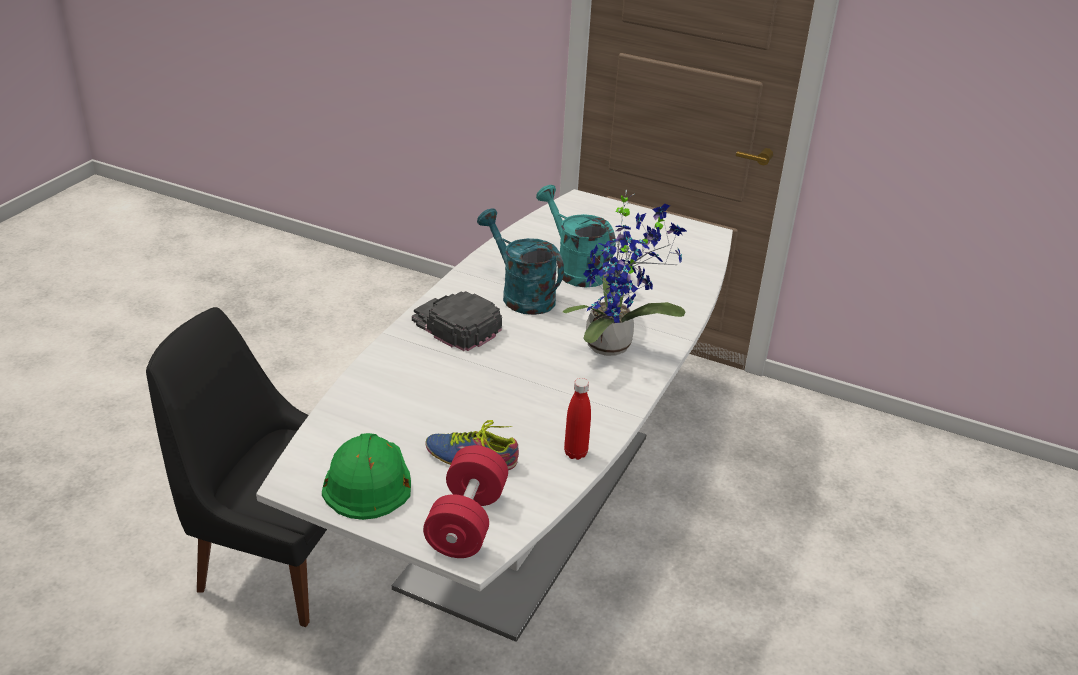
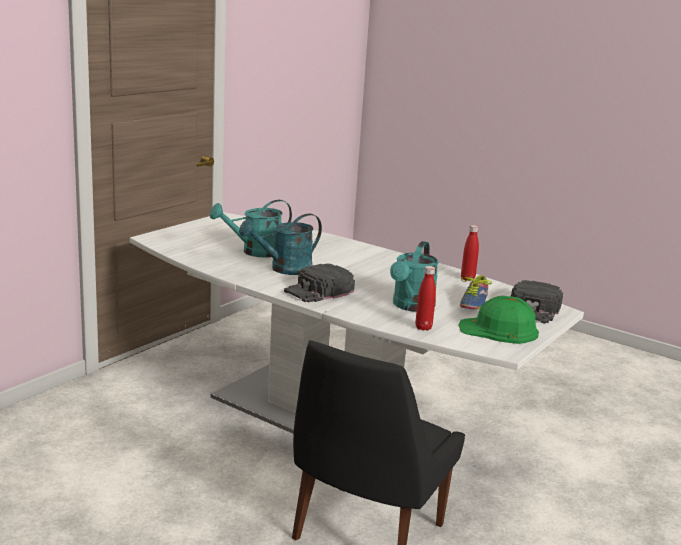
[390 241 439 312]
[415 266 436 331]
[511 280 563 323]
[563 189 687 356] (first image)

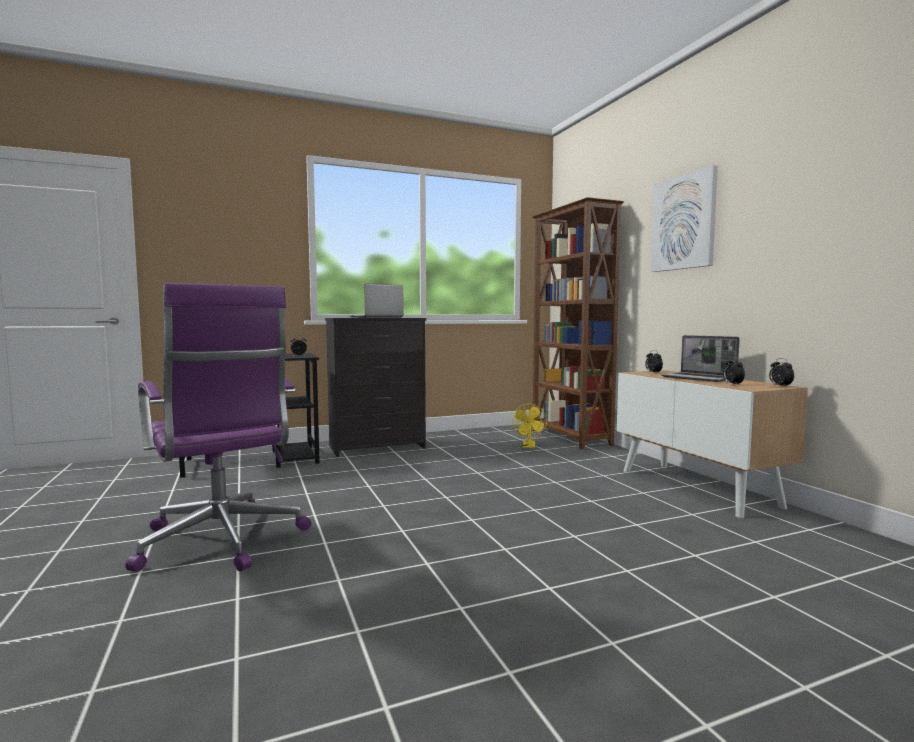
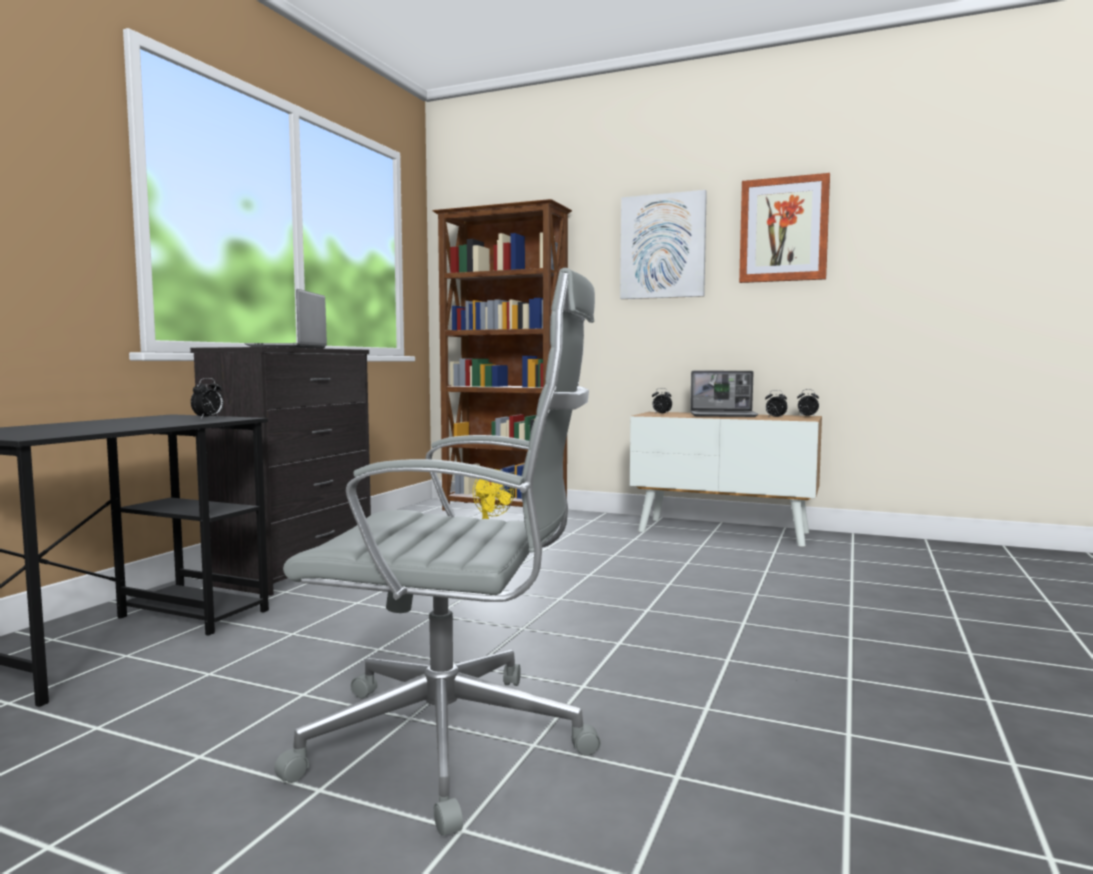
[274 268 601 835]
[739 173 830 283]

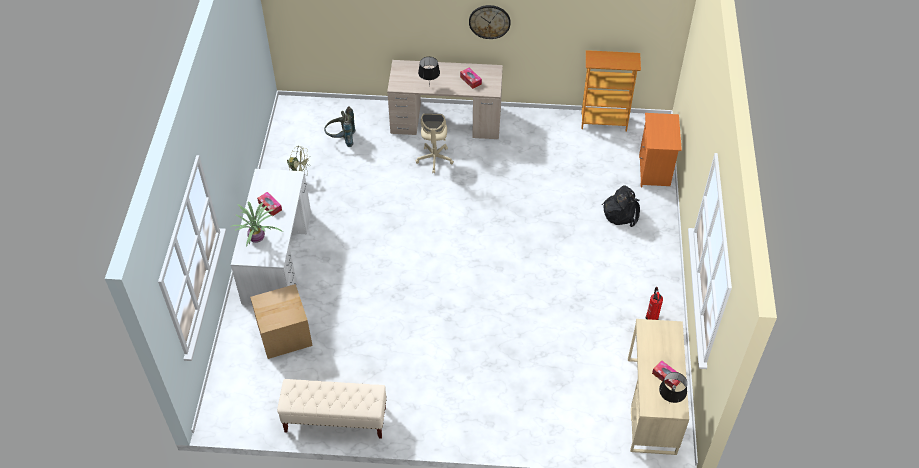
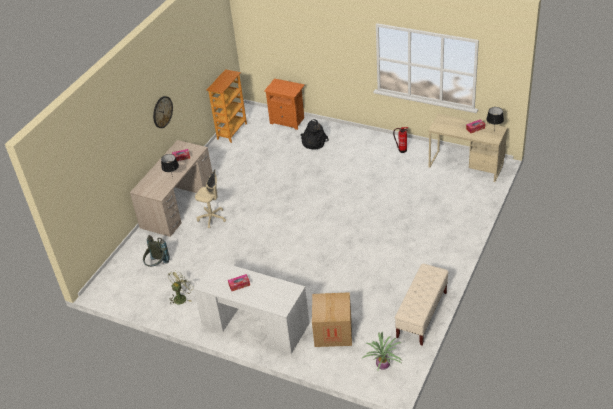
[362 332 403 370]

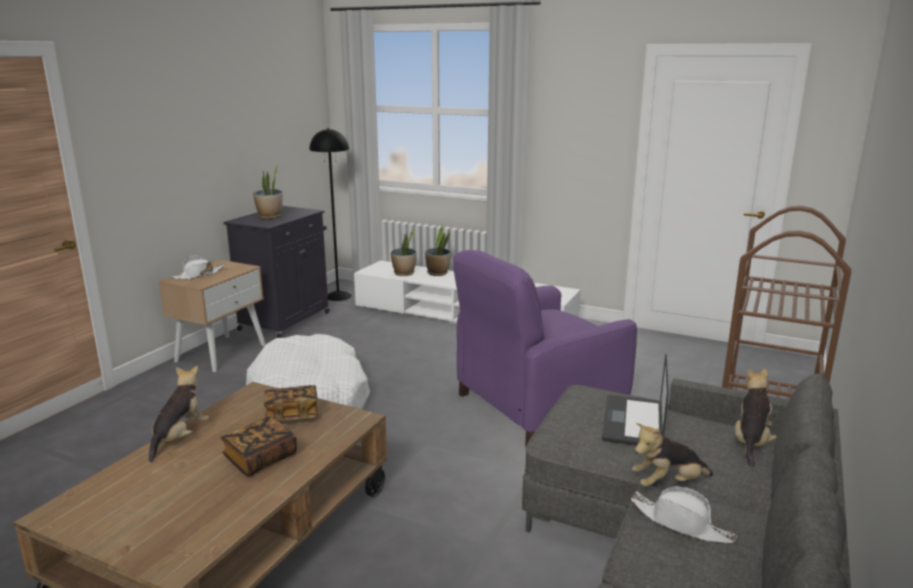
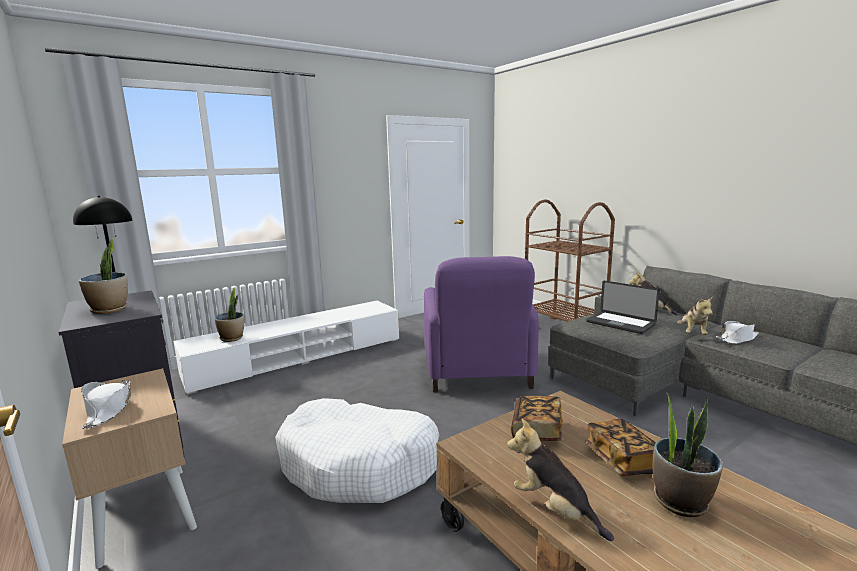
[653 391 723 517]

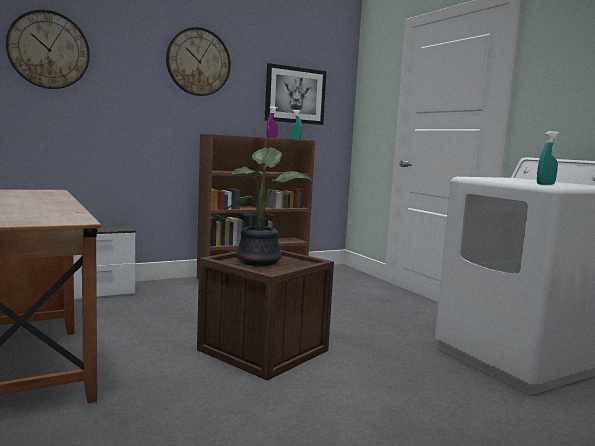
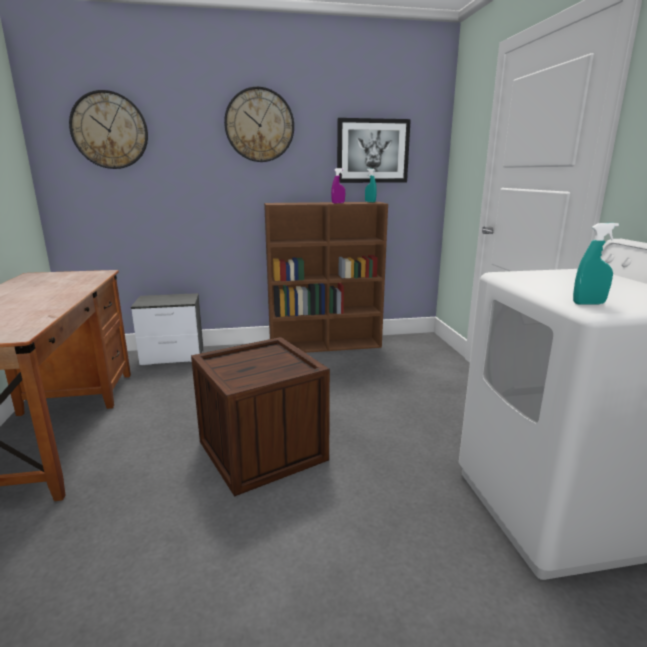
[225 147 312 266] (first image)

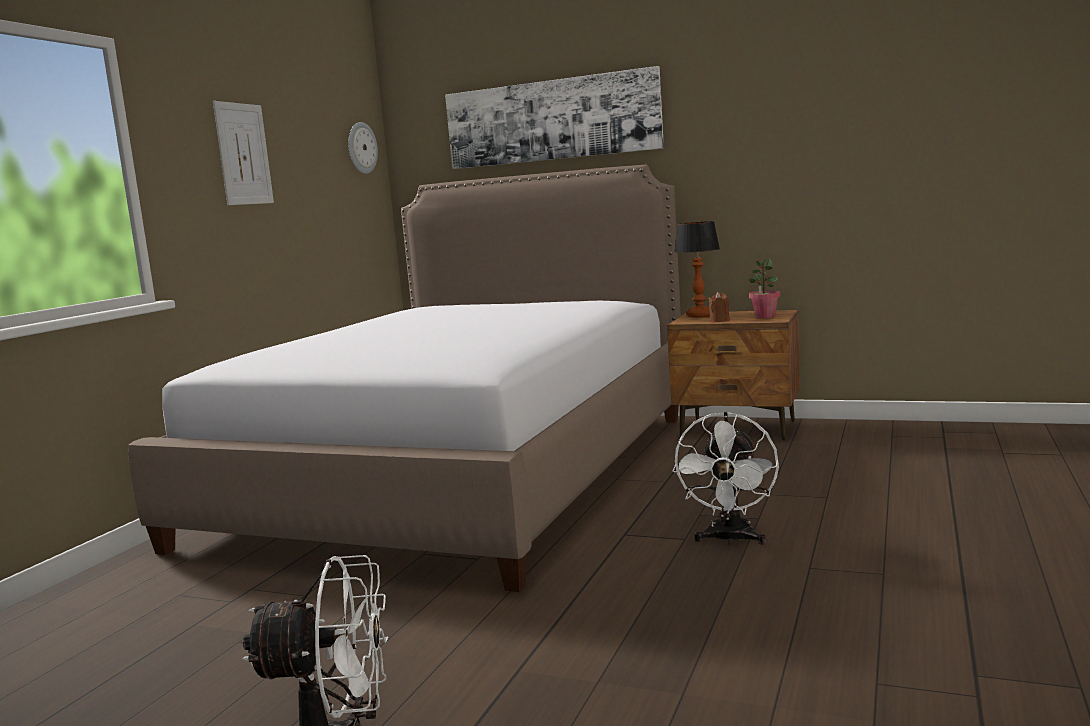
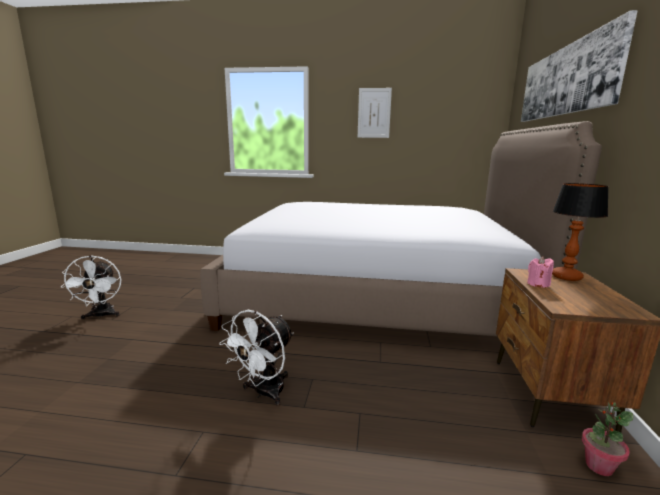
[219 310 294 406]
[527 257 554 287]
[582 402 633 476]
[348 122 378 174] (first image)

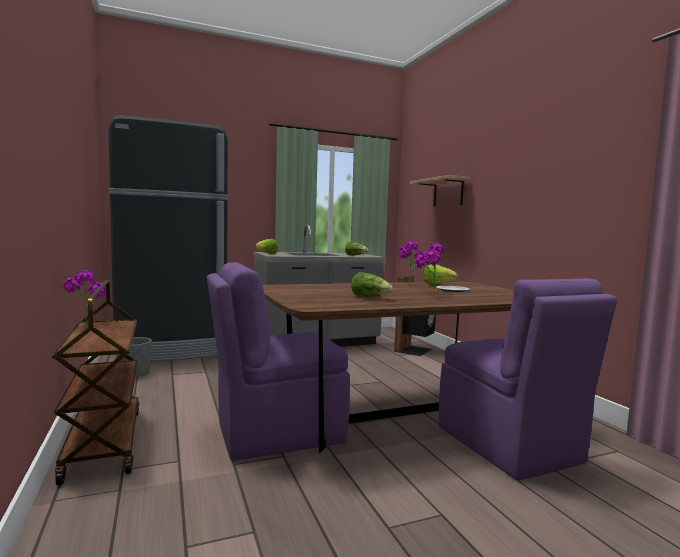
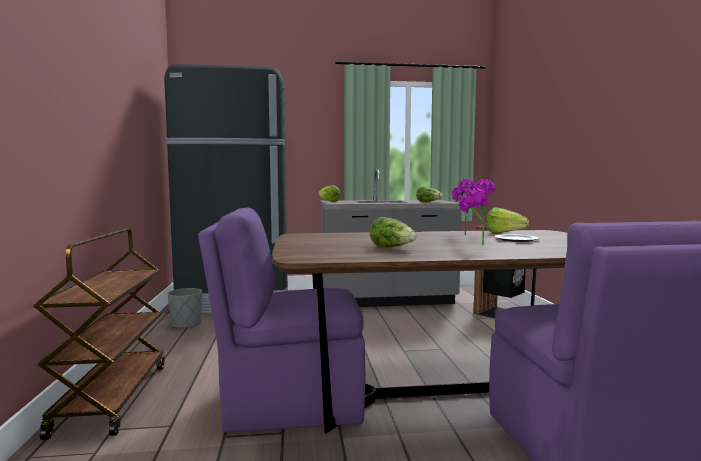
[63 270 107 326] (first image)
[410 175 470 207] (first image)

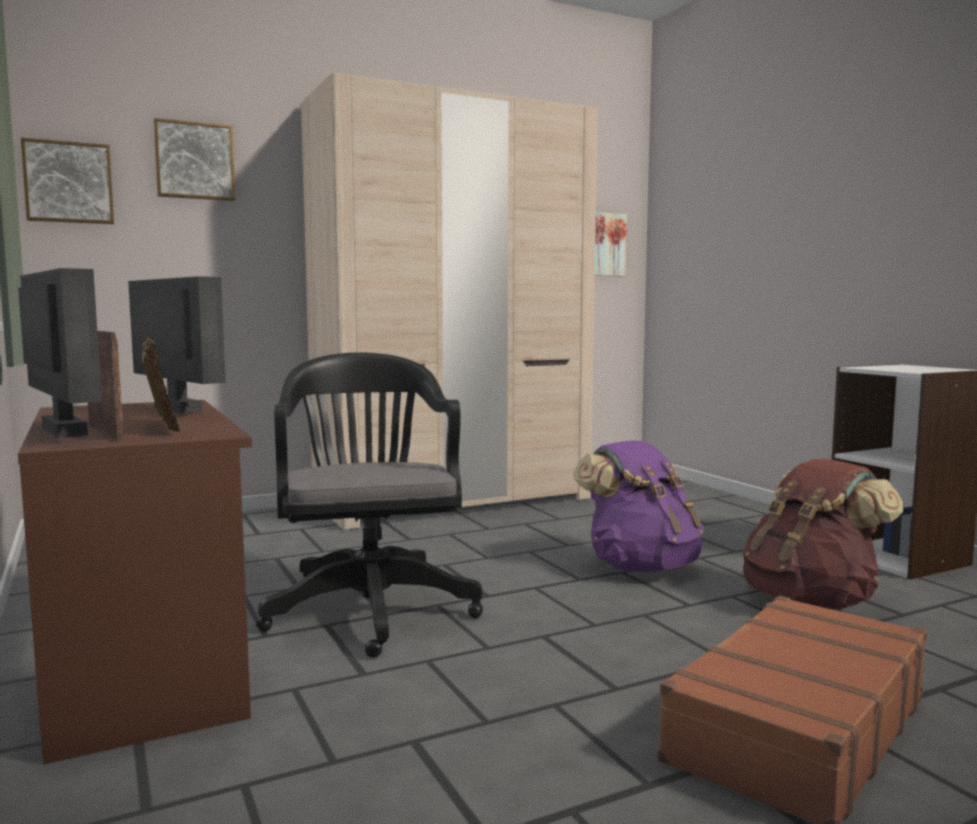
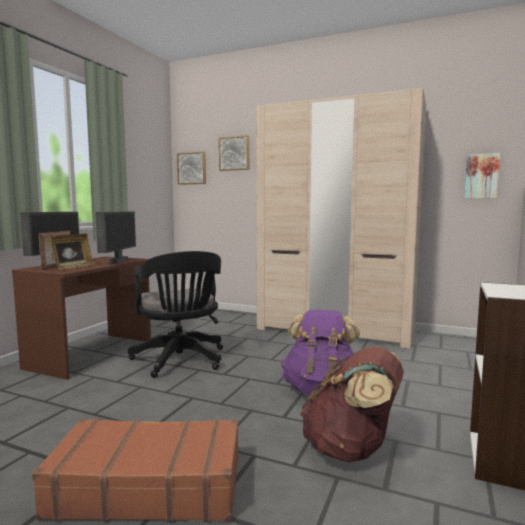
[128 251 223 378]

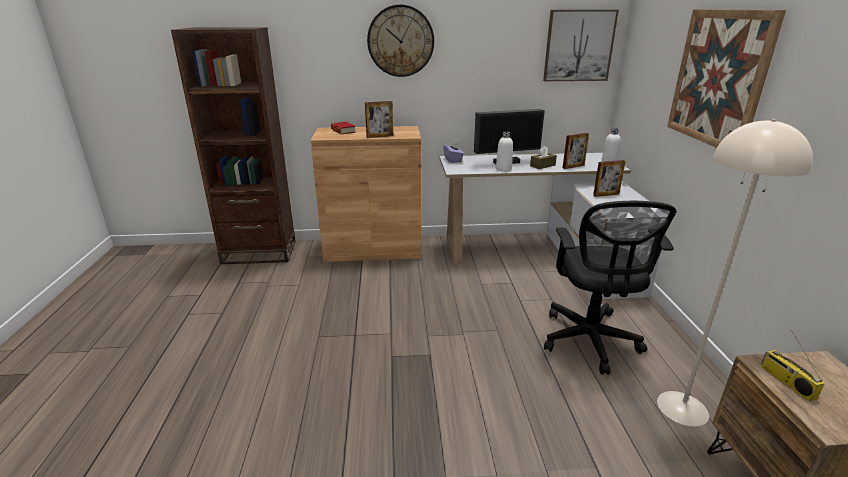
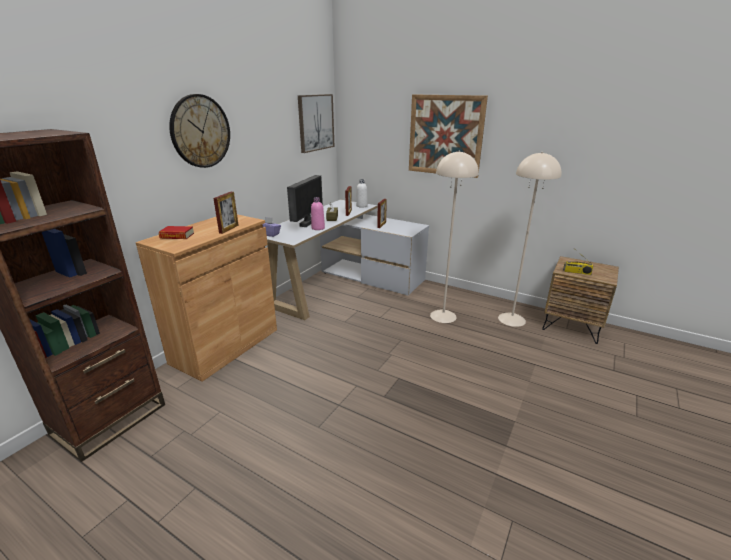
[311 197 325 230]
[430 151 479 323]

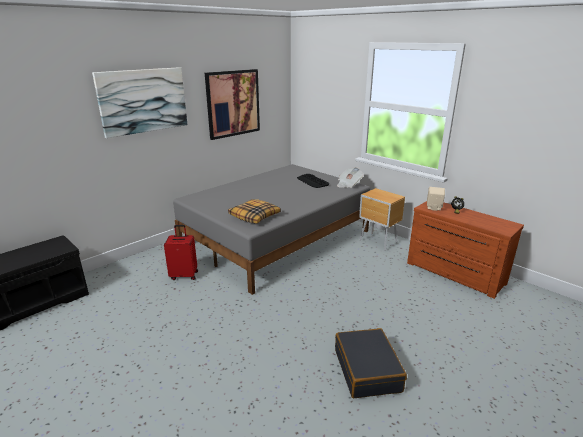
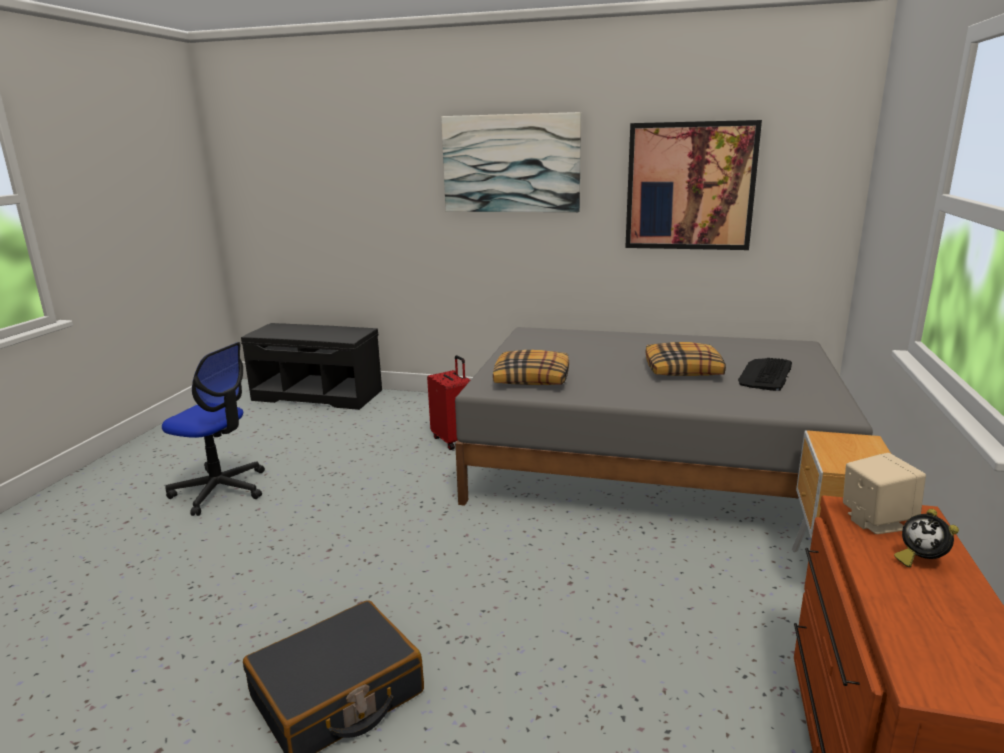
[162 342 265 516]
[646 342 726 376]
[337 167 363 188] (first image)

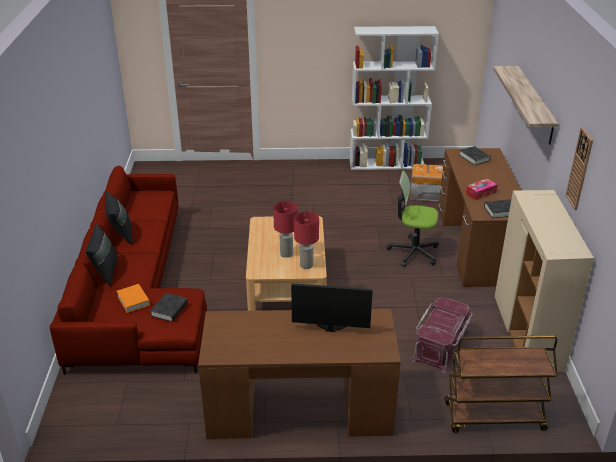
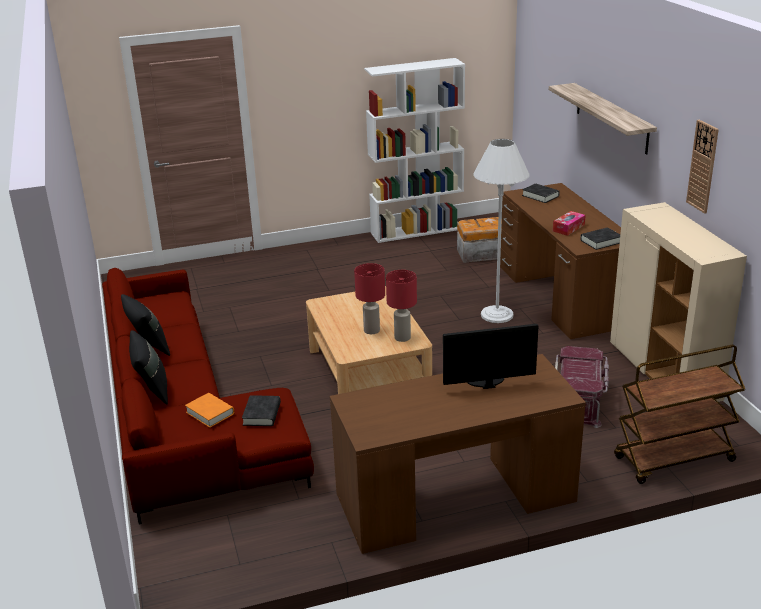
[473 139 530 323]

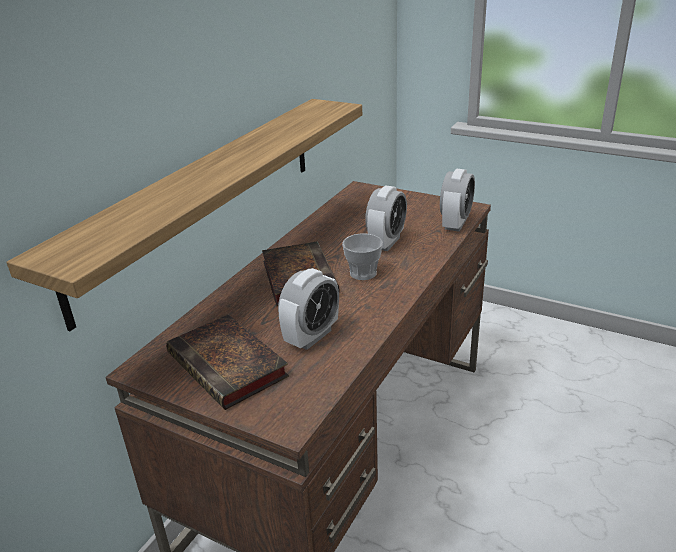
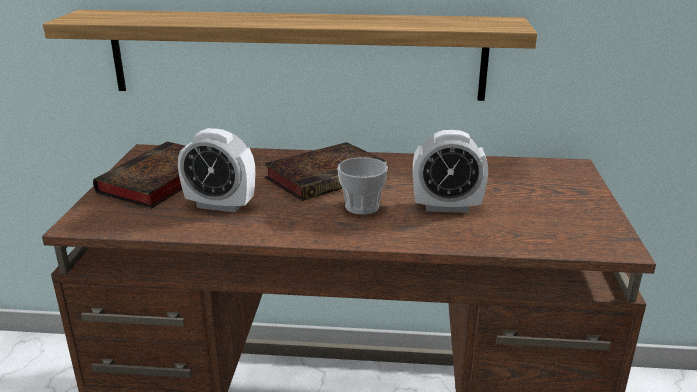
[440 168 475 232] (first image)

